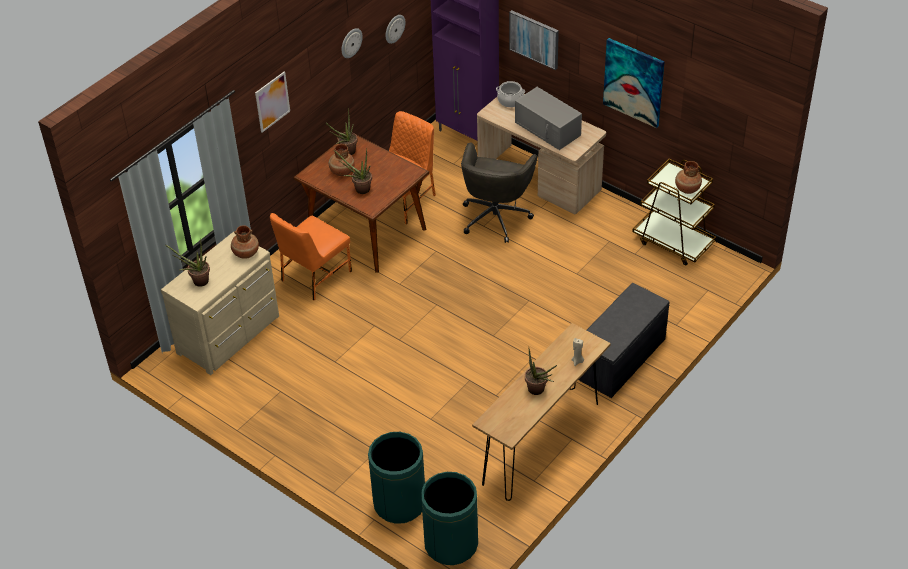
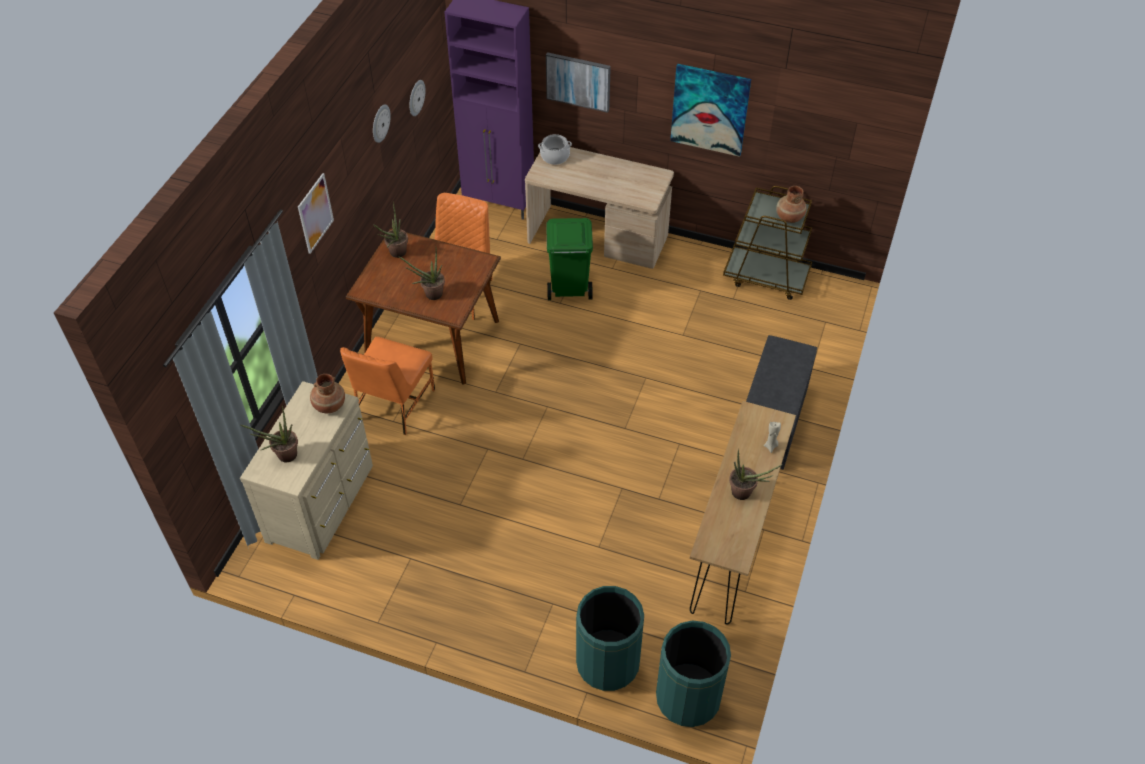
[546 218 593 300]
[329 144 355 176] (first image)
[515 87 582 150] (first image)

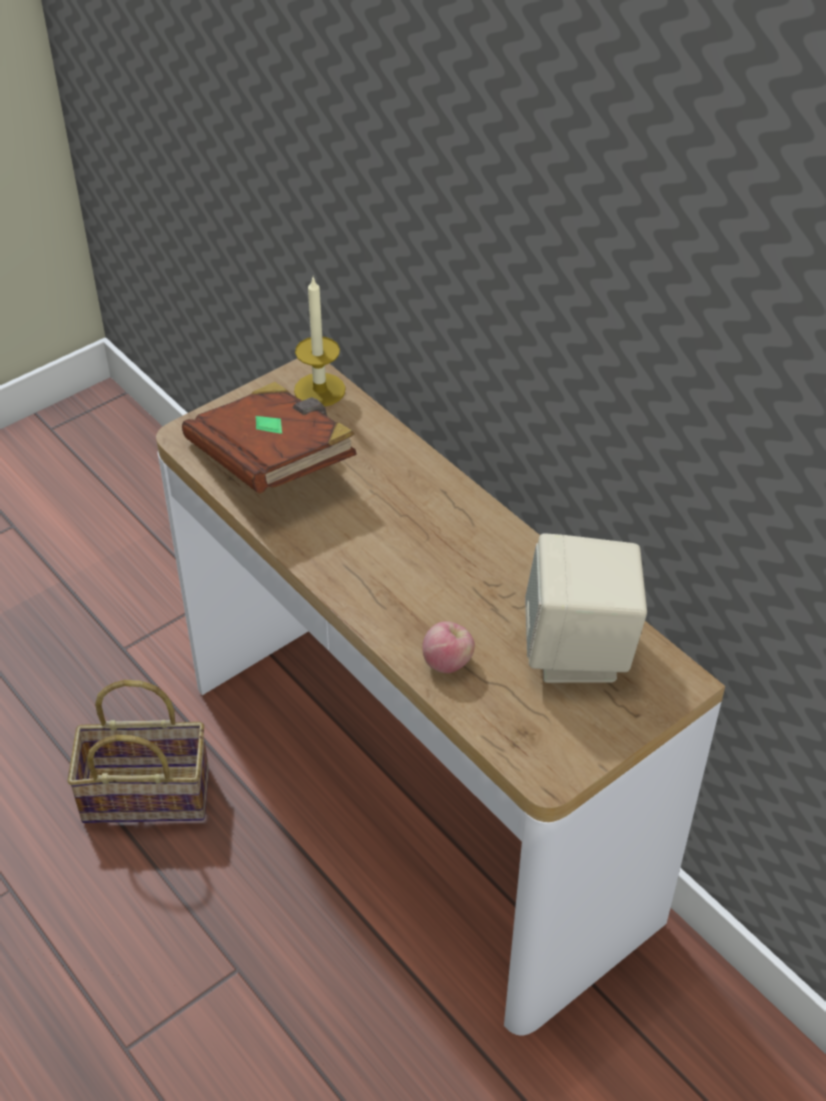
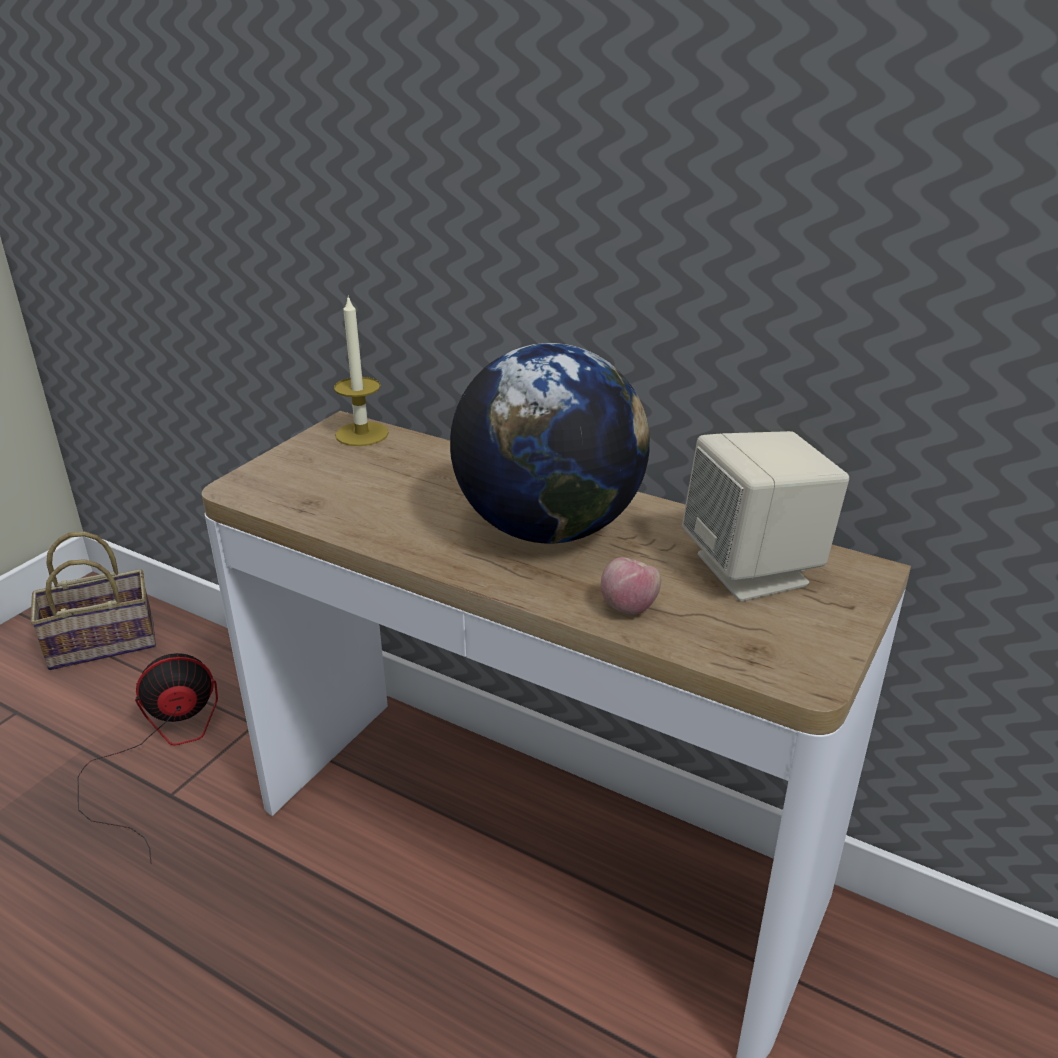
[30 531 156 670]
[78 653 218 864]
[450 343 650 543]
[182 382 357 494] (first image)

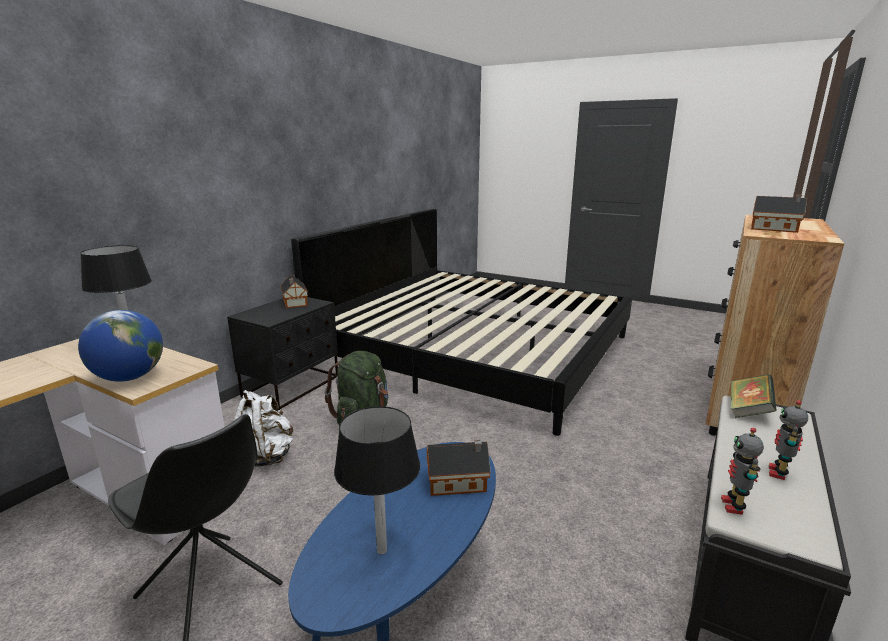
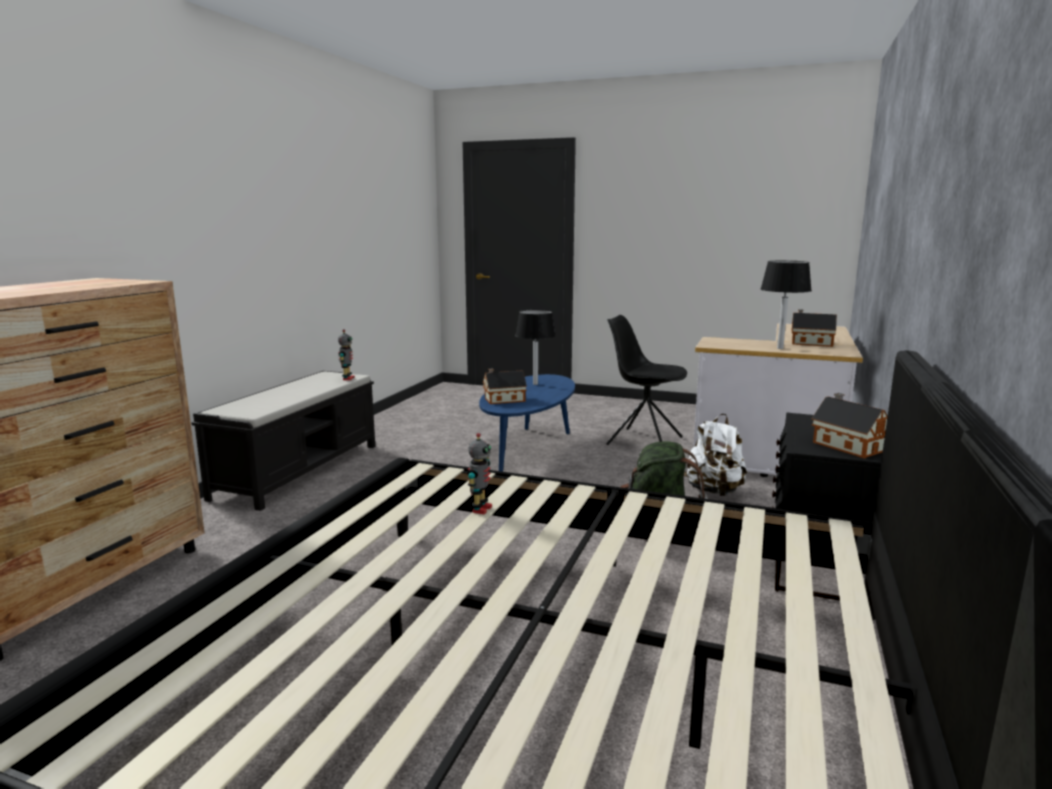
[467 433 492 514]
[792 309 837 347]
[78 310 163 382] (first image)
[731 374 777 418] (first image)

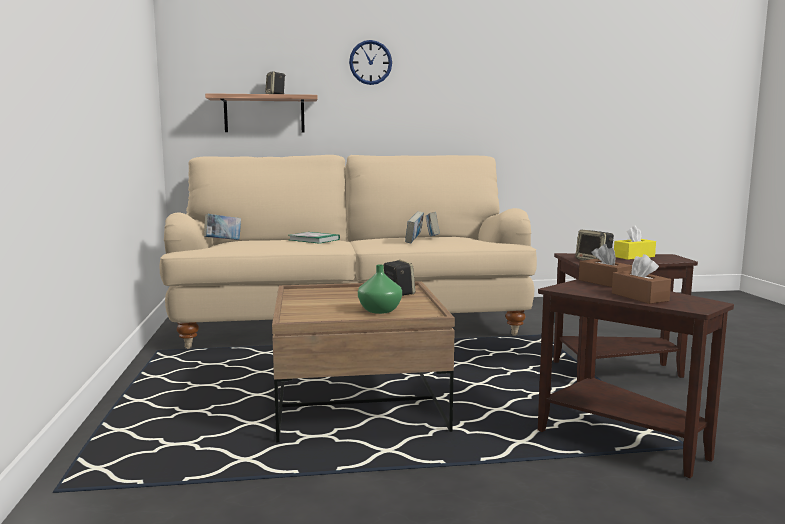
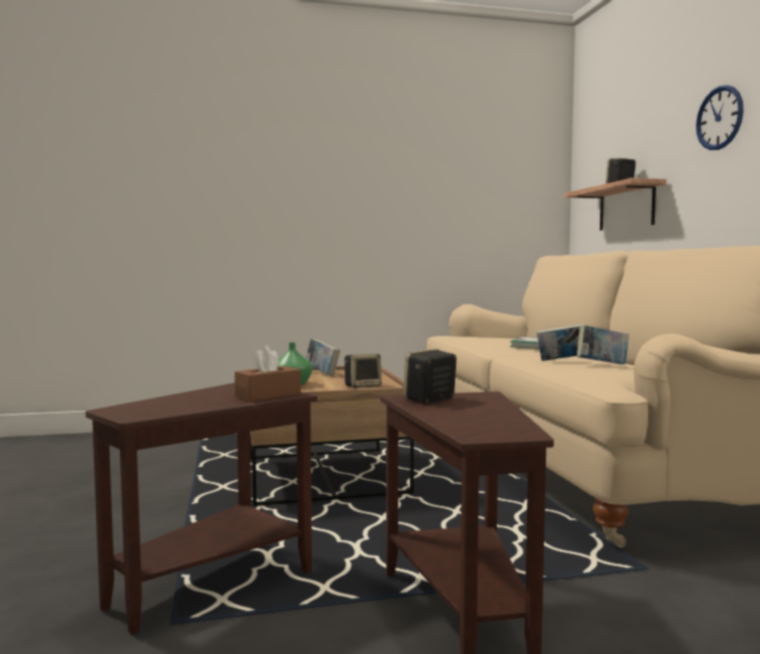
[306 338 340 376]
[612 254 671 304] (first image)
[614 225 656 260] (first image)

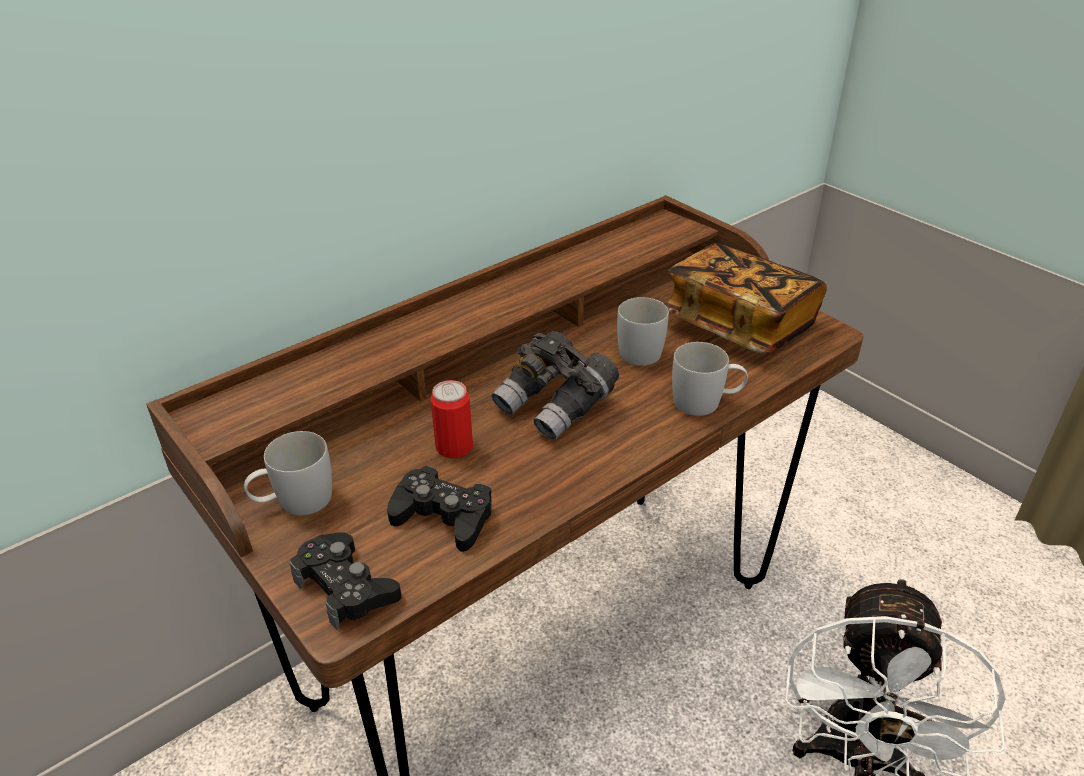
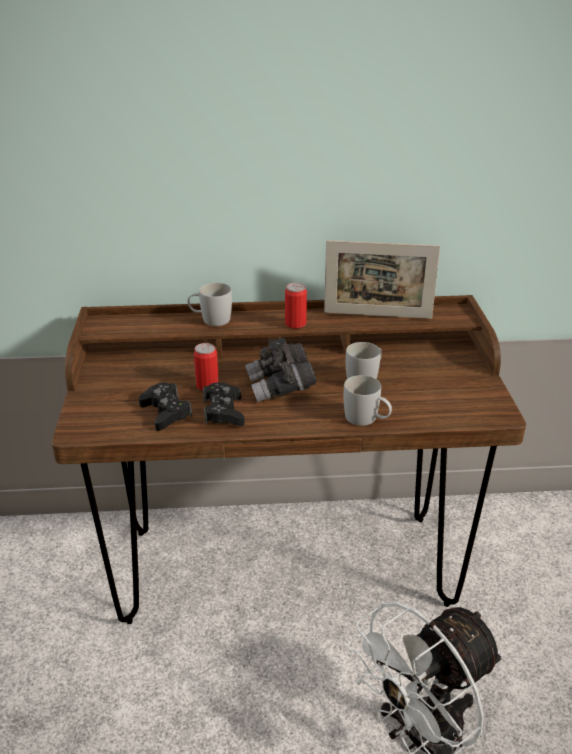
[188 283 232 326]
[203 382 245 426]
[285 283 307 329]
[324 240 440 319]
[664 243 827 355] (first image)

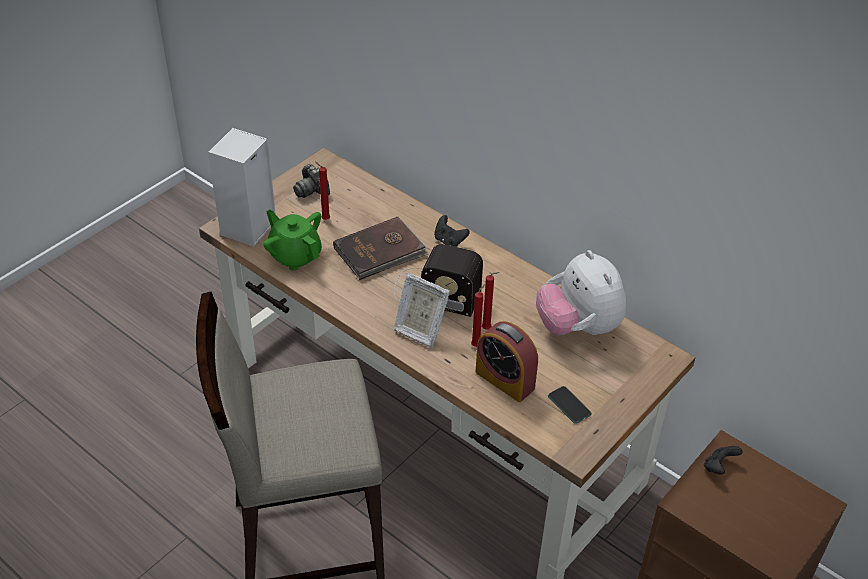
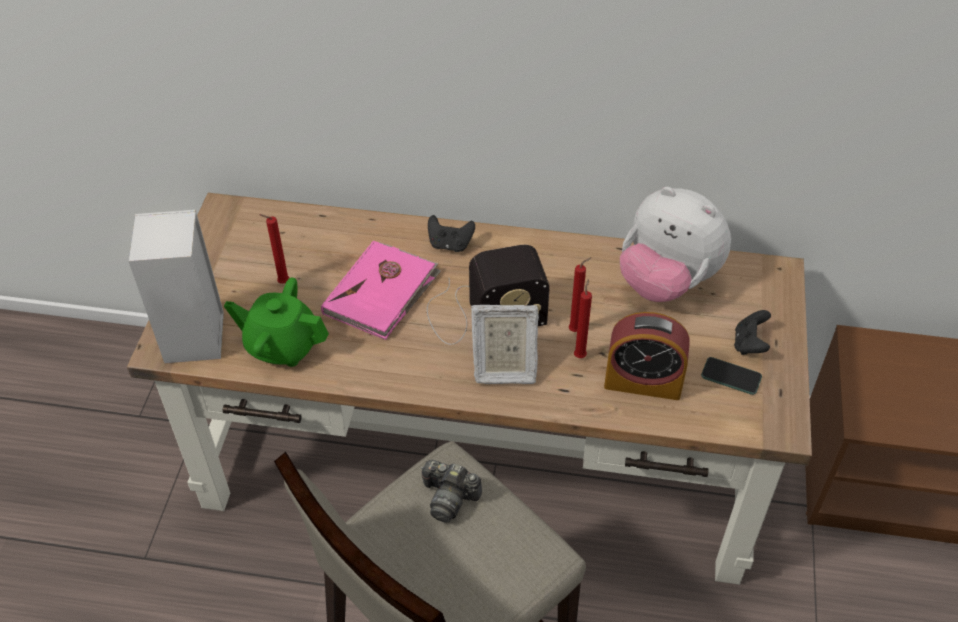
[321 241 441 340]
[421 460 482 522]
[734 310 771 355]

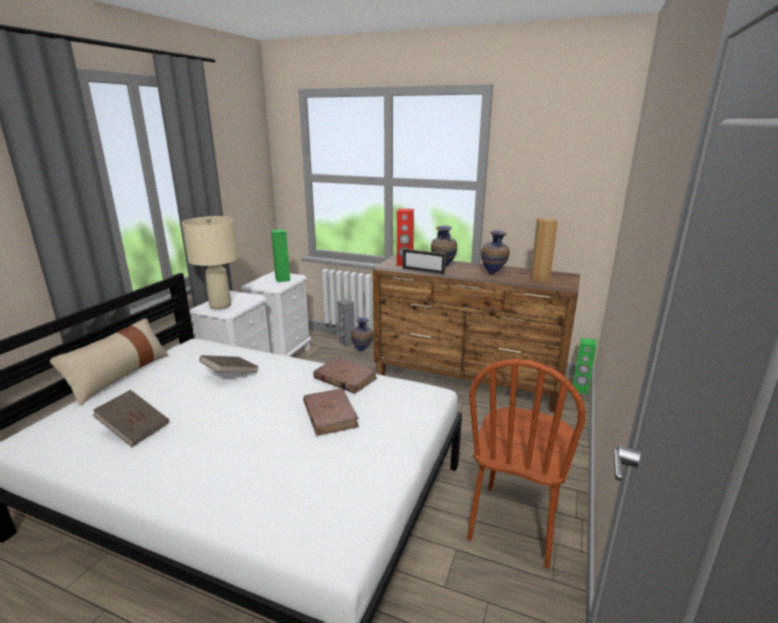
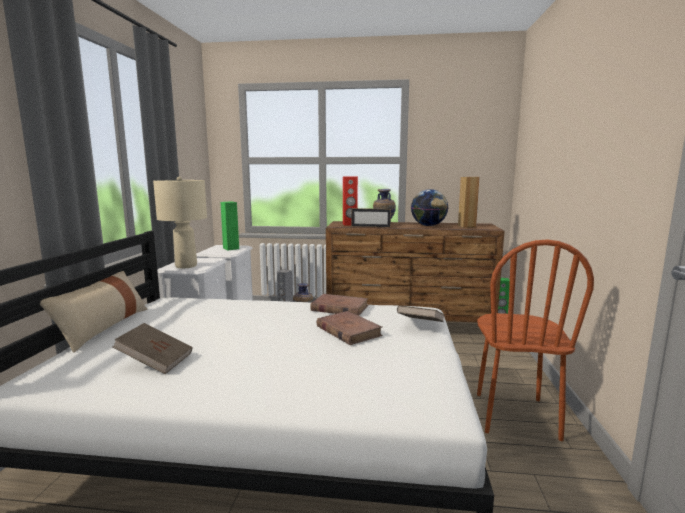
[397 305 444 322]
[411 189 448 226]

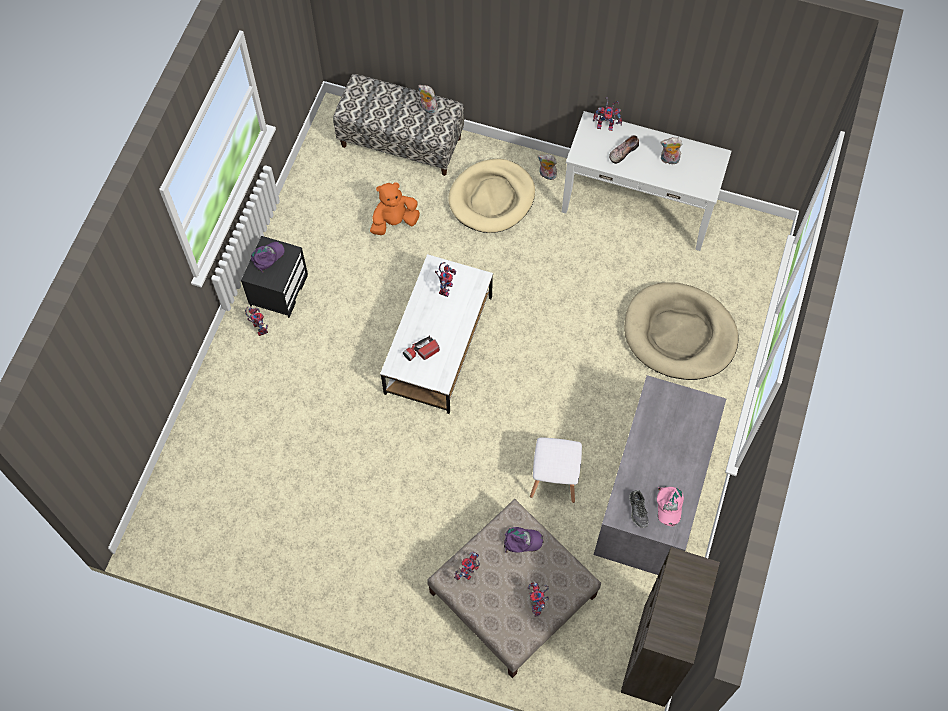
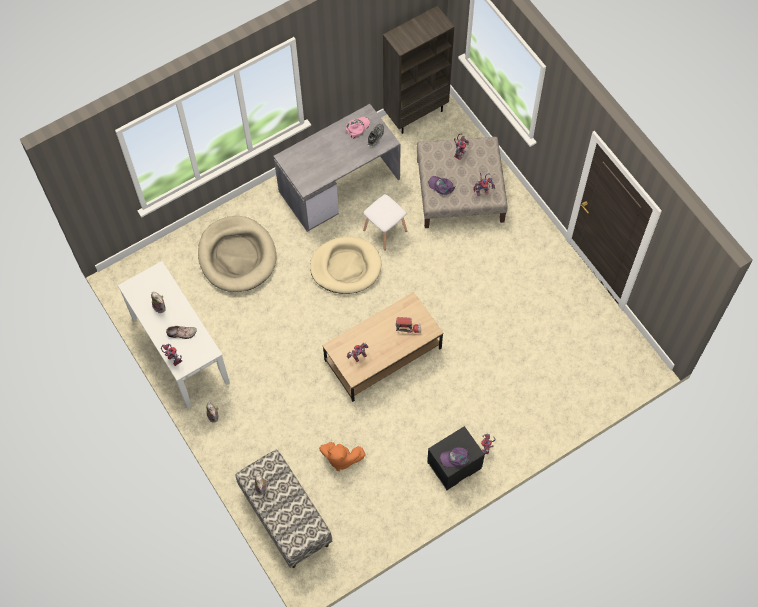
[310 236 382 294]
[322 292 444 402]

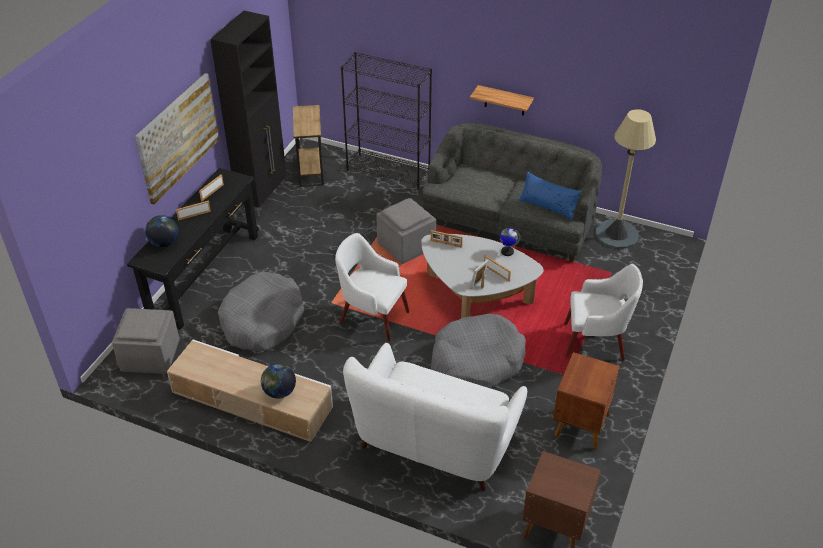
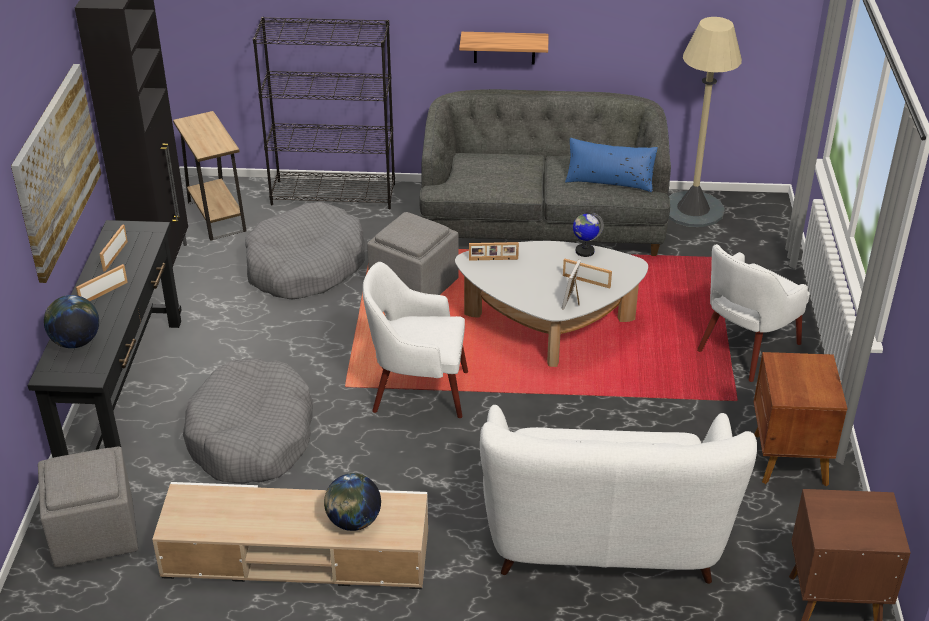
[245 202 365 299]
[697 244 810 382]

